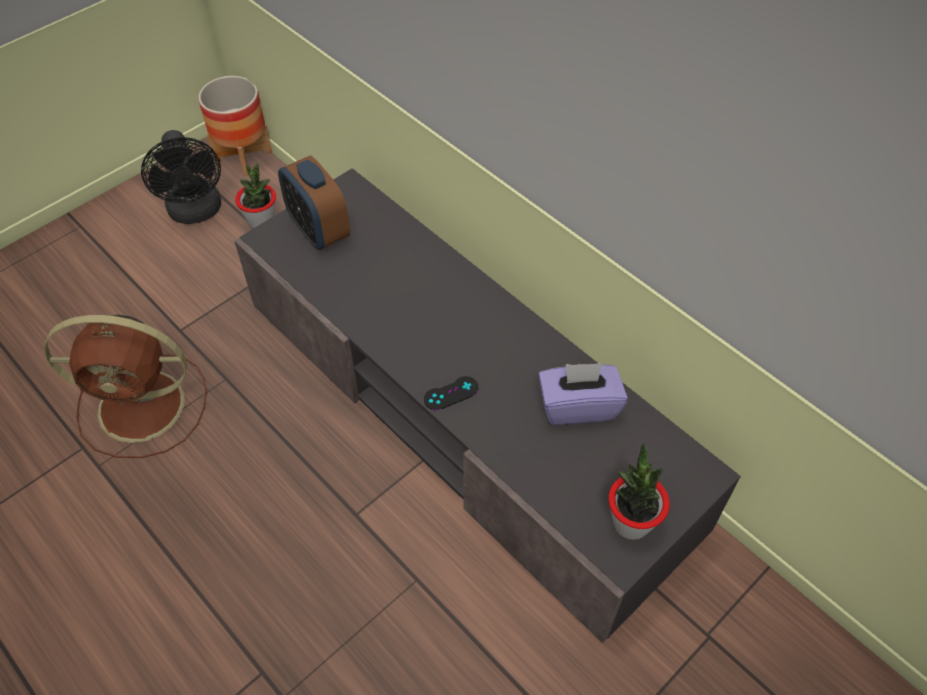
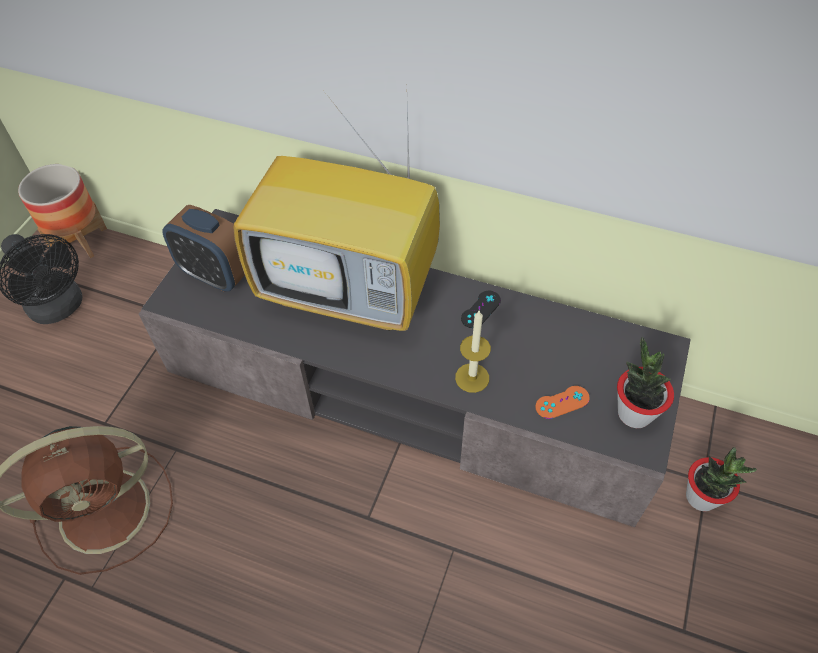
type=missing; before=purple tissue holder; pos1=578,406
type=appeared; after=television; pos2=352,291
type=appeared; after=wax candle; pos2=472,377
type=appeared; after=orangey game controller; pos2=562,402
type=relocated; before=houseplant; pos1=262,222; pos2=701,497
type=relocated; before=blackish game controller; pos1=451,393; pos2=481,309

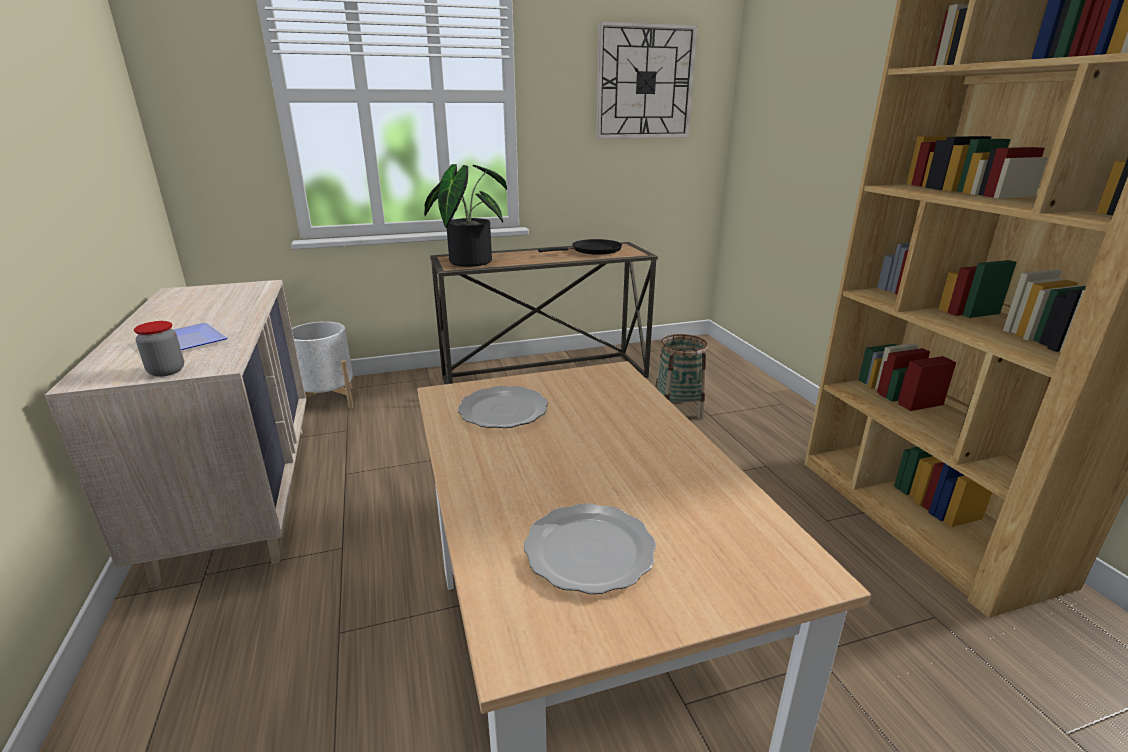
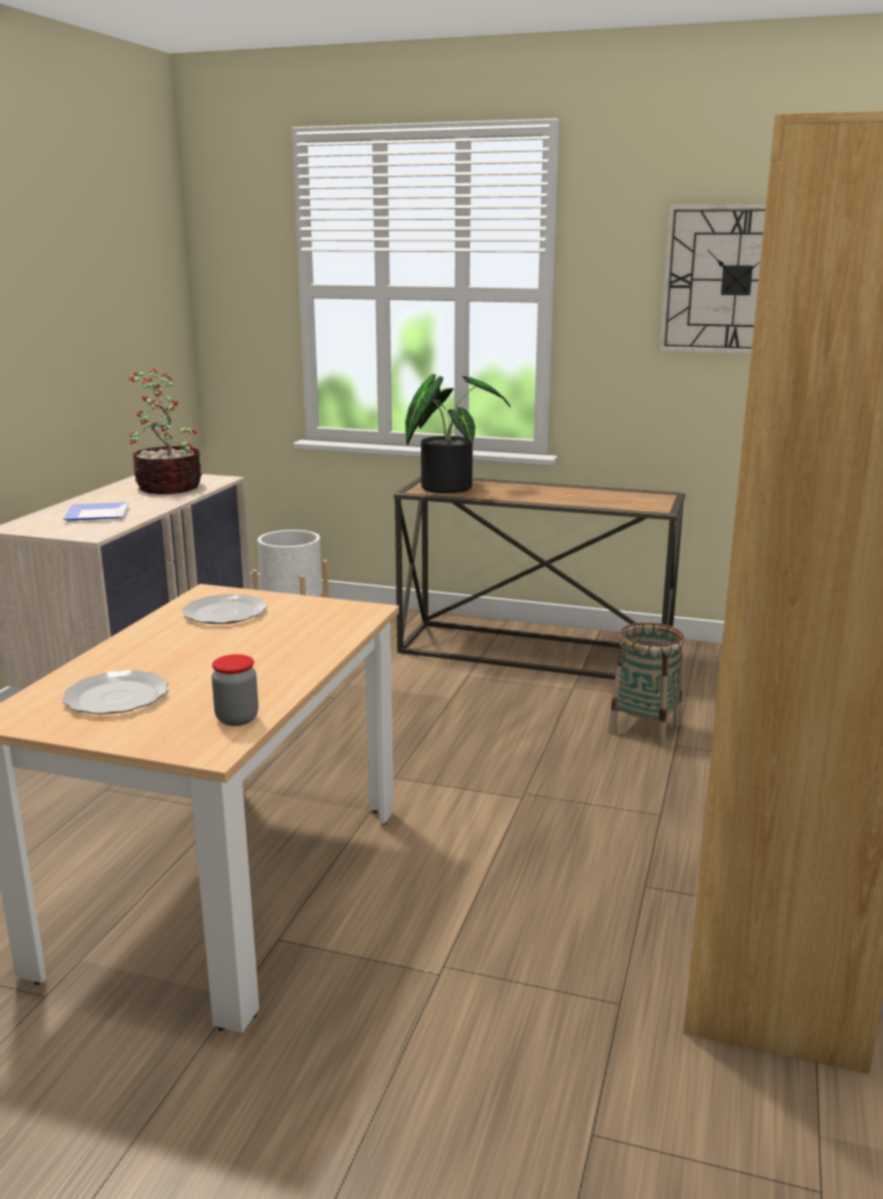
type=missing; before=blackish pan; pos1=593,250
type=appeared; after=houseplant; pos2=167,487
type=relocated; before=storage jar; pos1=166,371; pos2=237,718

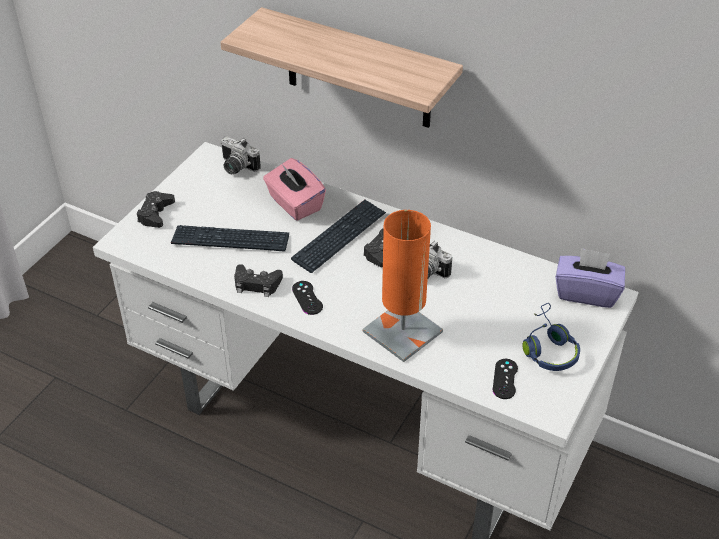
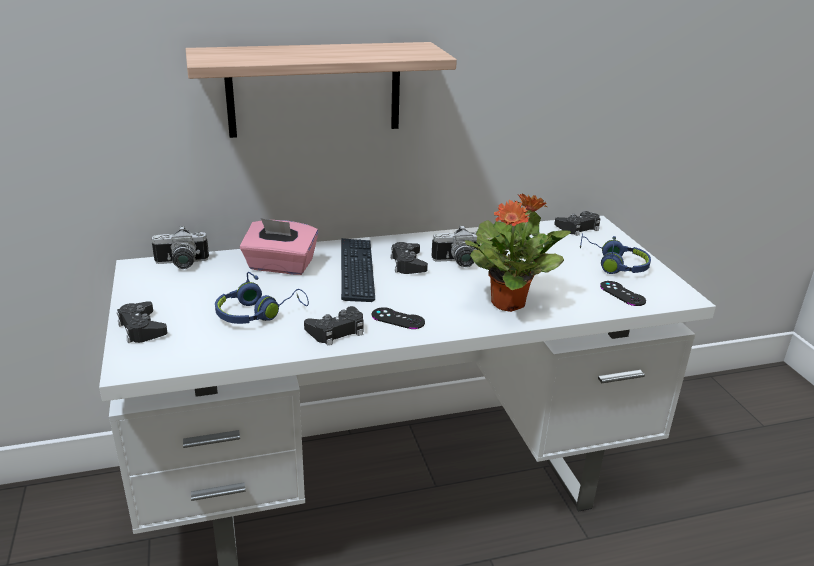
type=exchanged; before=keyboard; after=blue-coloured headphones; pos1=230,240; pos2=258,313
type=exchanged; before=orangey lamp for a table; after=houseplant; pos1=402,332; pos2=509,303
type=exchanged; before=purple tissue holder; after=blackish game controller; pos1=586,292; pos2=578,227

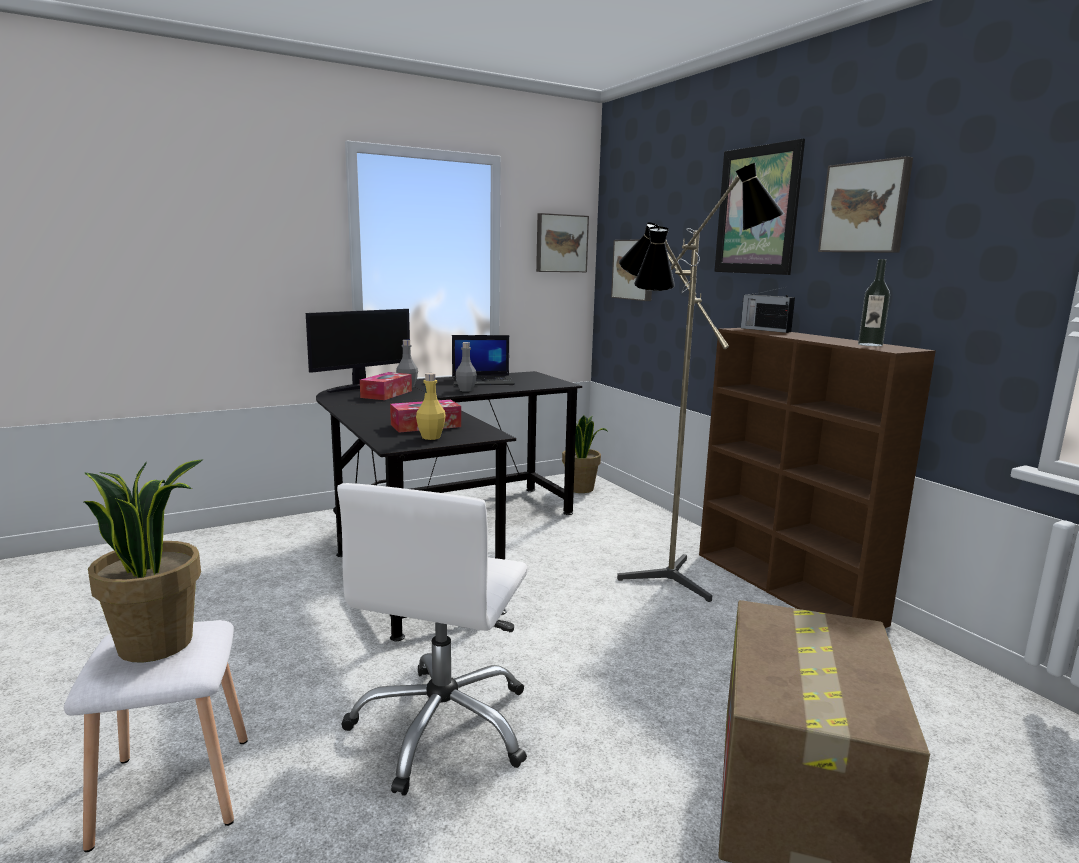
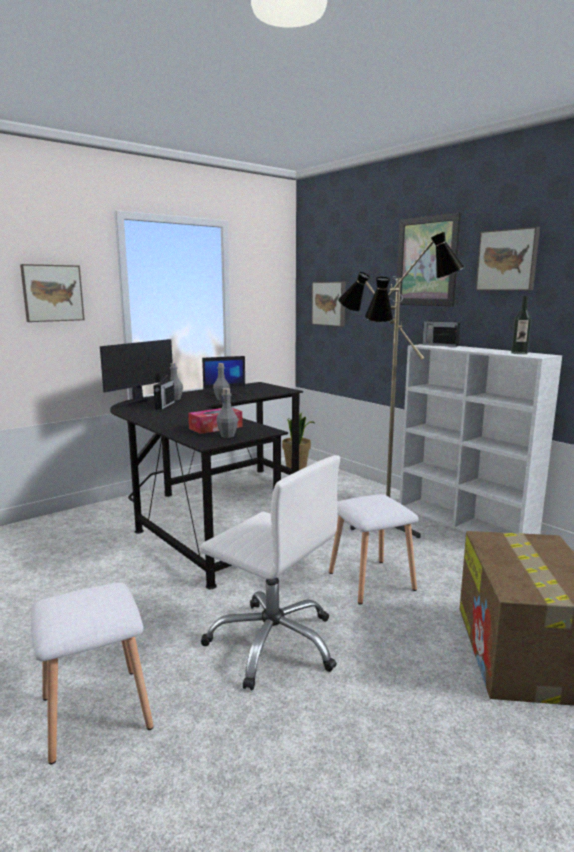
type=missing; before=houseplant; pos1=157,643
type=appeared; after=whitish stool; pos2=370,581
type=relocated; before=wall picture; pos1=561,243; pos2=52,293
type=exchanged; before=tissue holder; after=radio; pos1=386,394; pos2=164,405
type=colour; before=yellowish drink bottle; after=grey drink bottle; pos1=431,437; pos2=227,436
type=colour; before=brownish shelving unit; after=whitish shelving unit; pos1=787,587; pos2=465,523
type=spun; before=whitish desk chair; pos1=443,726; pos2=273,642; turn=-60

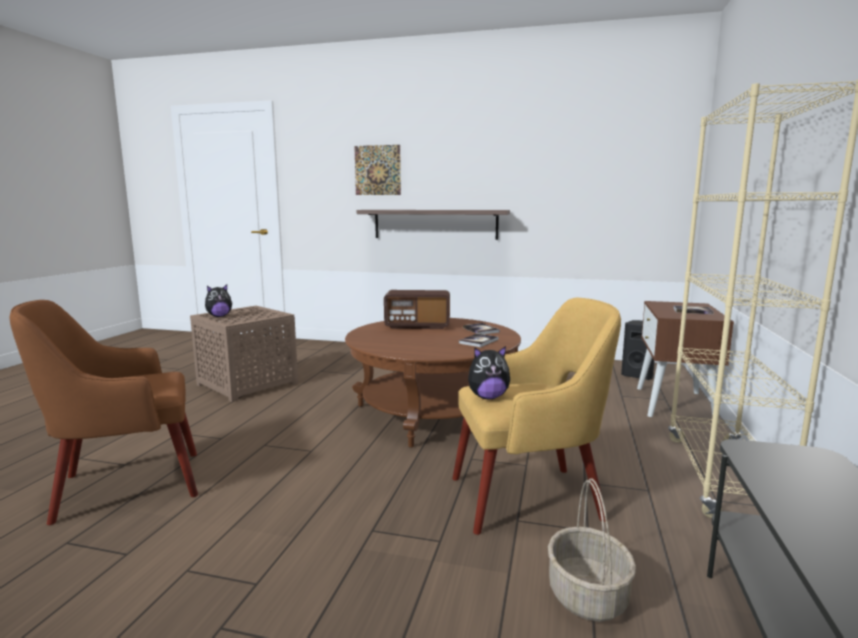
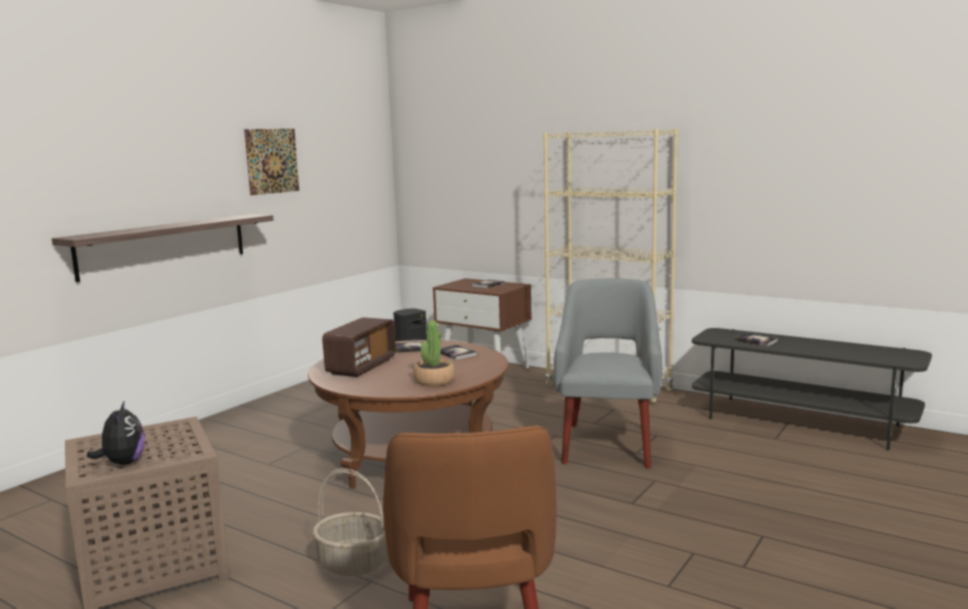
type=missing; before=cuddly toy; pos1=488,397
type=appeared; after=houseplant; pos2=434,381
type=appeared; after=book; pos2=755,341
type=relocated; before=wall picture; pos1=377,170; pos2=272,161
type=relocated; before=storage basket; pos1=588,596; pos2=354,563
type=colour; before=yellowish armchair; after=grey armchair; pos1=530,498; pos2=608,443

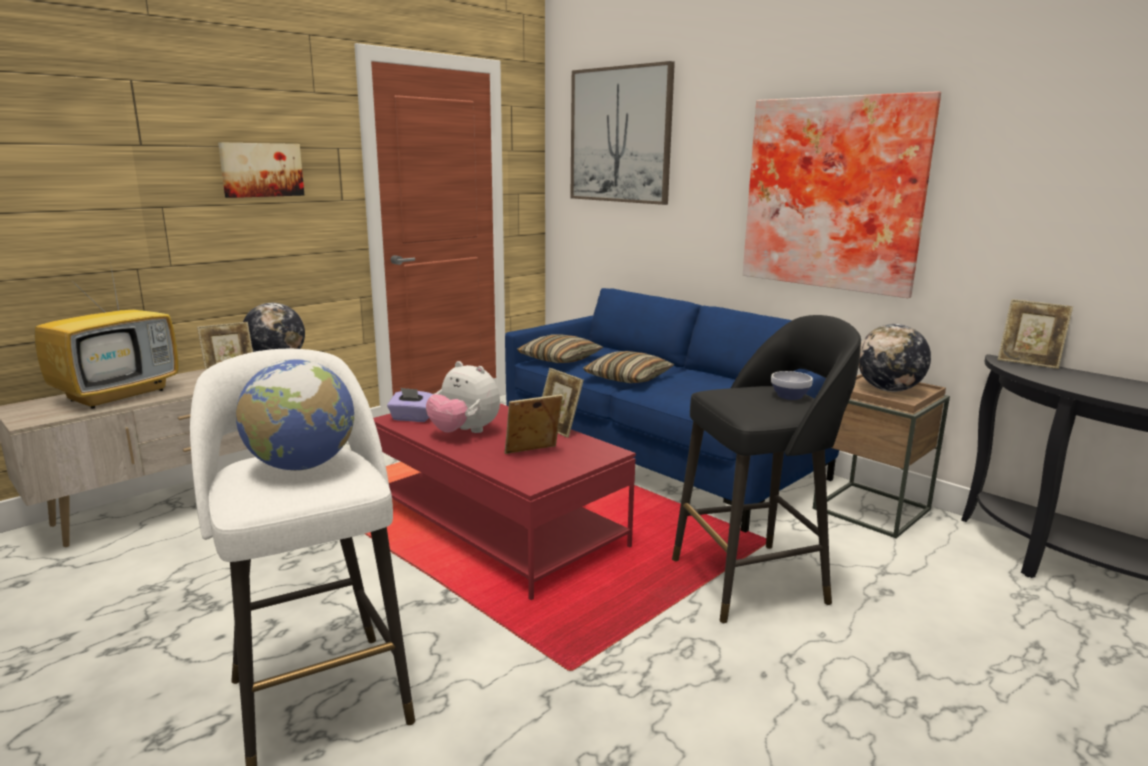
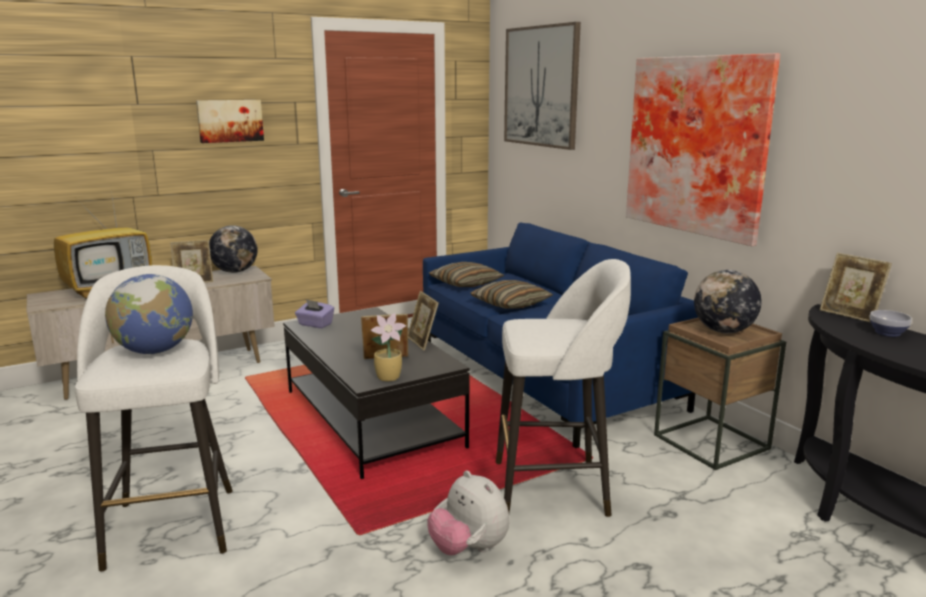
type=appeared; after=houseplant; pos2=389,378
type=relocated; before=cuddly toy; pos1=464,432; pos2=468,549
type=relocated; before=deep dish; pos1=790,396; pos2=888,333
type=colour; before=reddish lounge table; after=blackish lounge table; pos1=497,525; pos2=372,419
type=colour; before=blackish stool; after=whitish stool; pos1=753,580; pos2=554,488

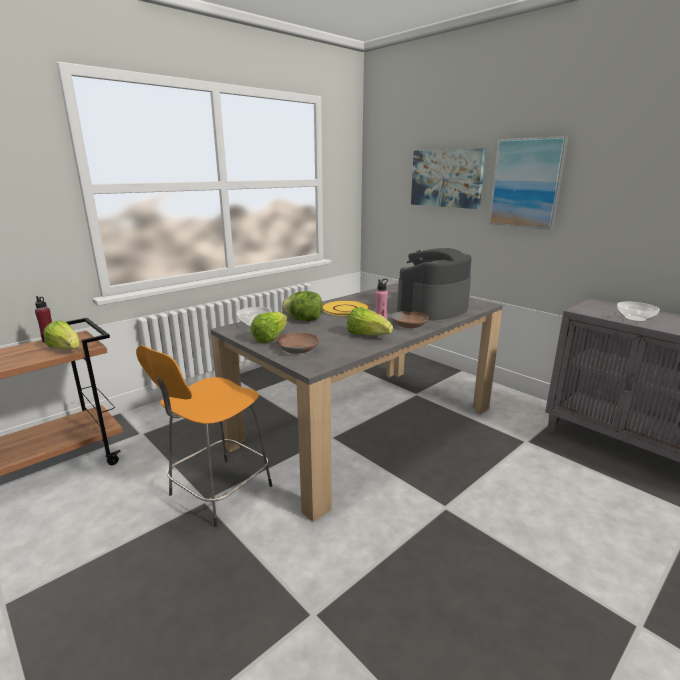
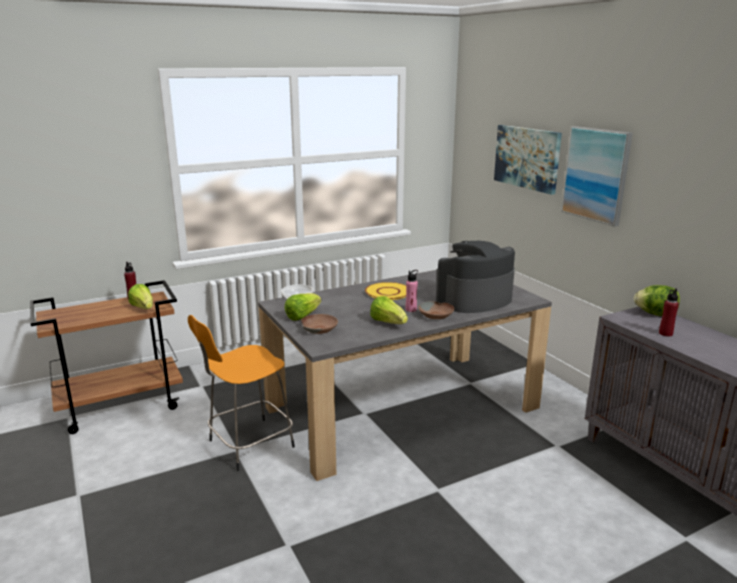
type=relocated; before=lettuce head; pos1=304,320; pos2=655,314
type=exchanged; before=deep dish; after=reddish drink bottle; pos1=635,319; pos2=665,333

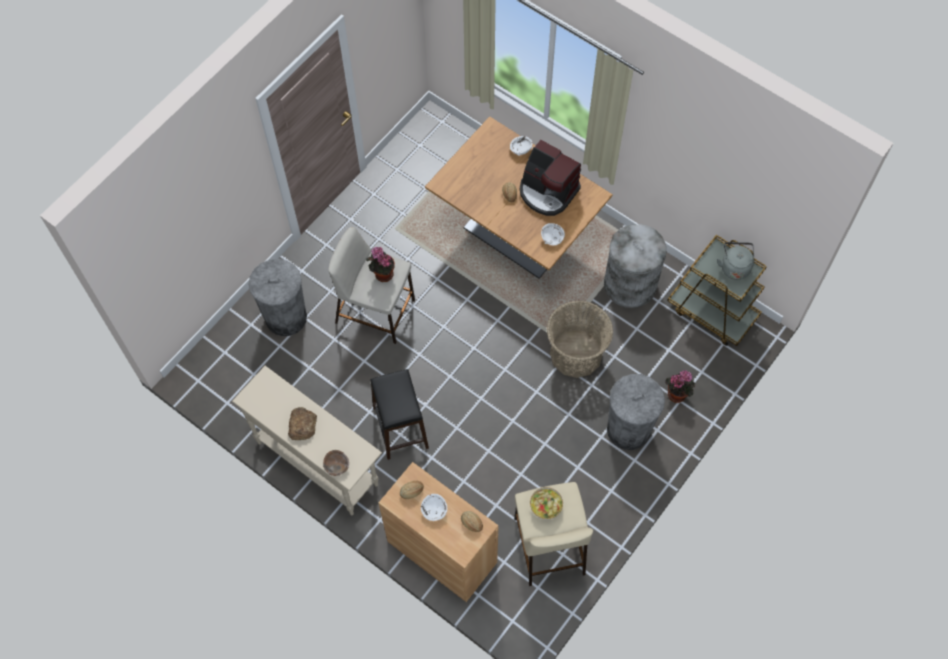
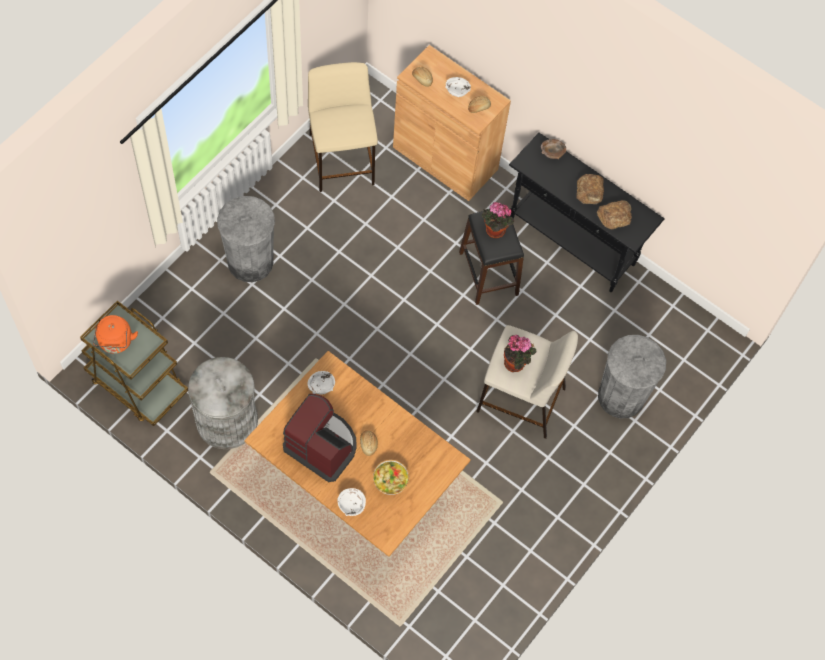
type=missing; before=storage basket; pos1=576,353
type=appeared; after=baked bread; pos2=614,216
type=relocated; before=deep dish; pos1=545,506; pos2=390,480
type=relocated; before=houseplant; pos1=678,393; pos2=494,231
type=colour; before=beige narrow table; after=blackish narrow table; pos1=317,463; pos2=572,243
type=colour; before=grey tea kettle; after=orangey tea kettle; pos1=734,266; pos2=116,343

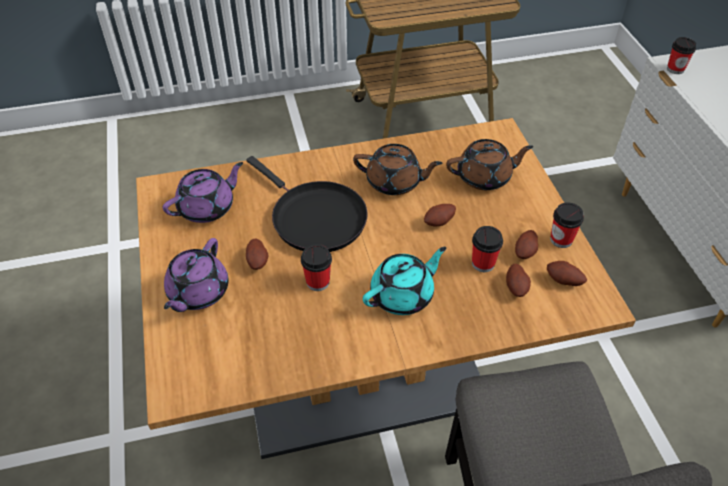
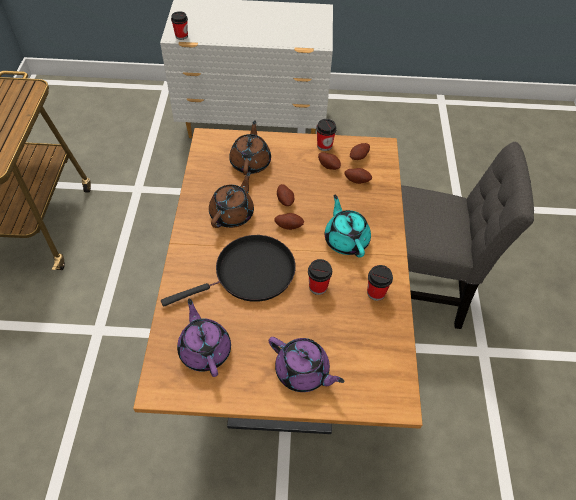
type=relocated; before=whole potato; pos1=258,261; pos2=289,225
type=relocated; before=small cup; pos1=483,263; pos2=376,292

